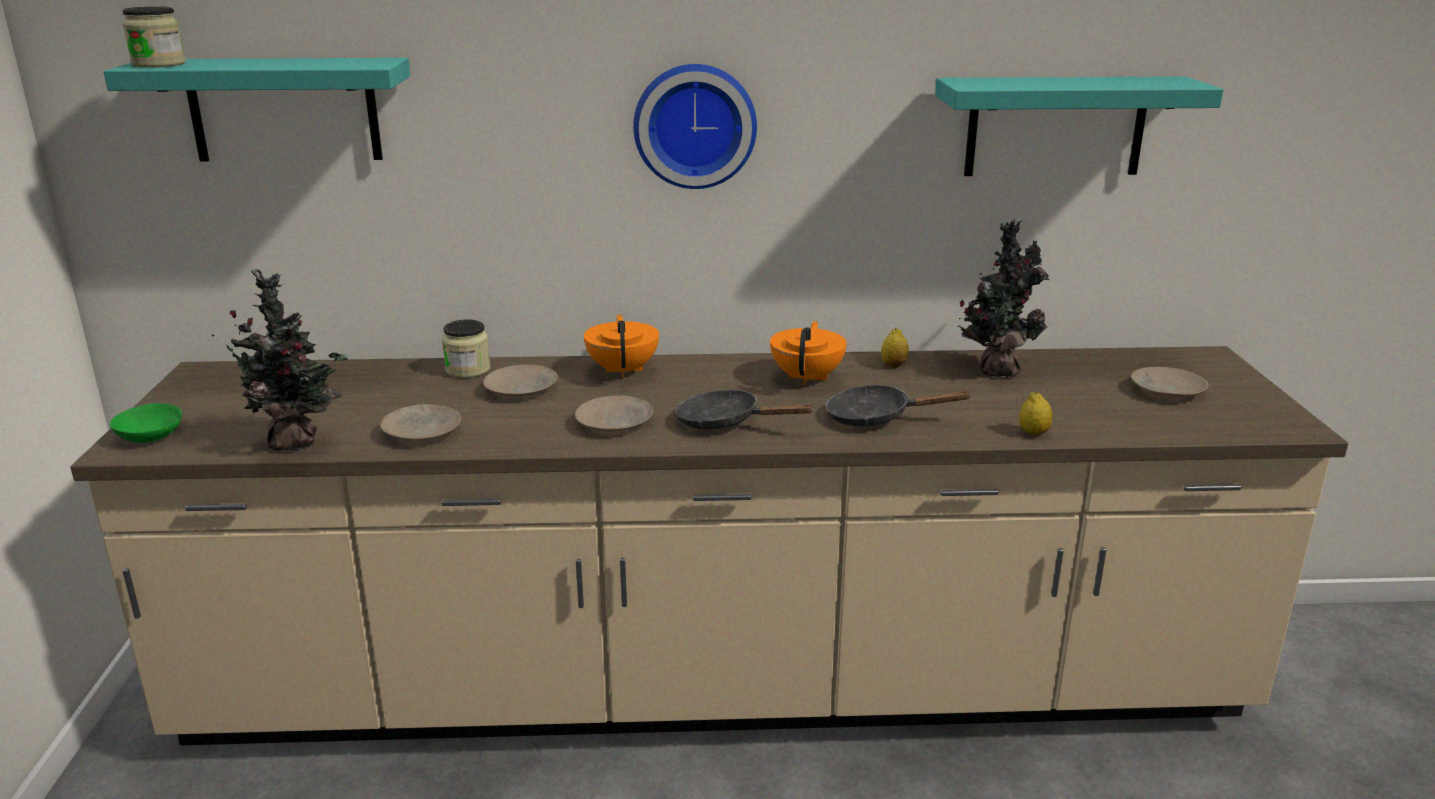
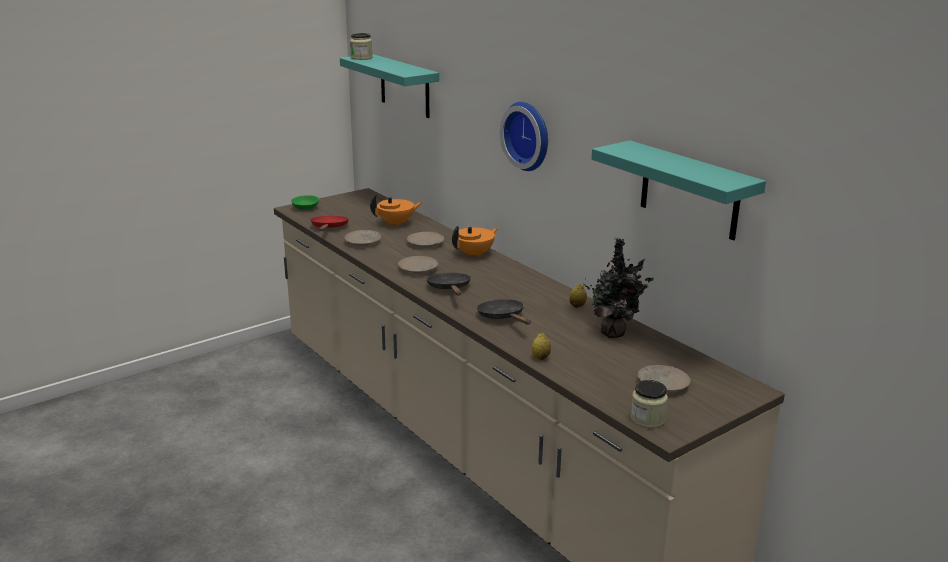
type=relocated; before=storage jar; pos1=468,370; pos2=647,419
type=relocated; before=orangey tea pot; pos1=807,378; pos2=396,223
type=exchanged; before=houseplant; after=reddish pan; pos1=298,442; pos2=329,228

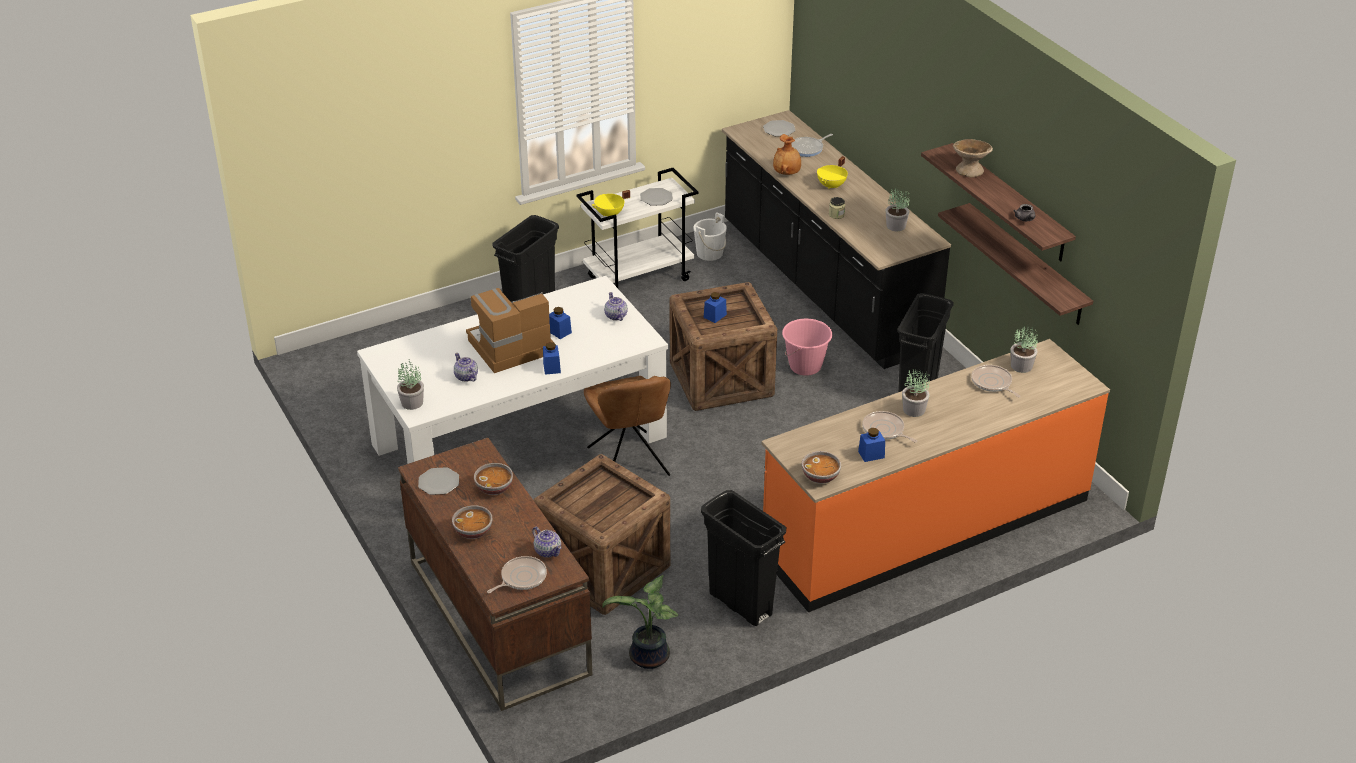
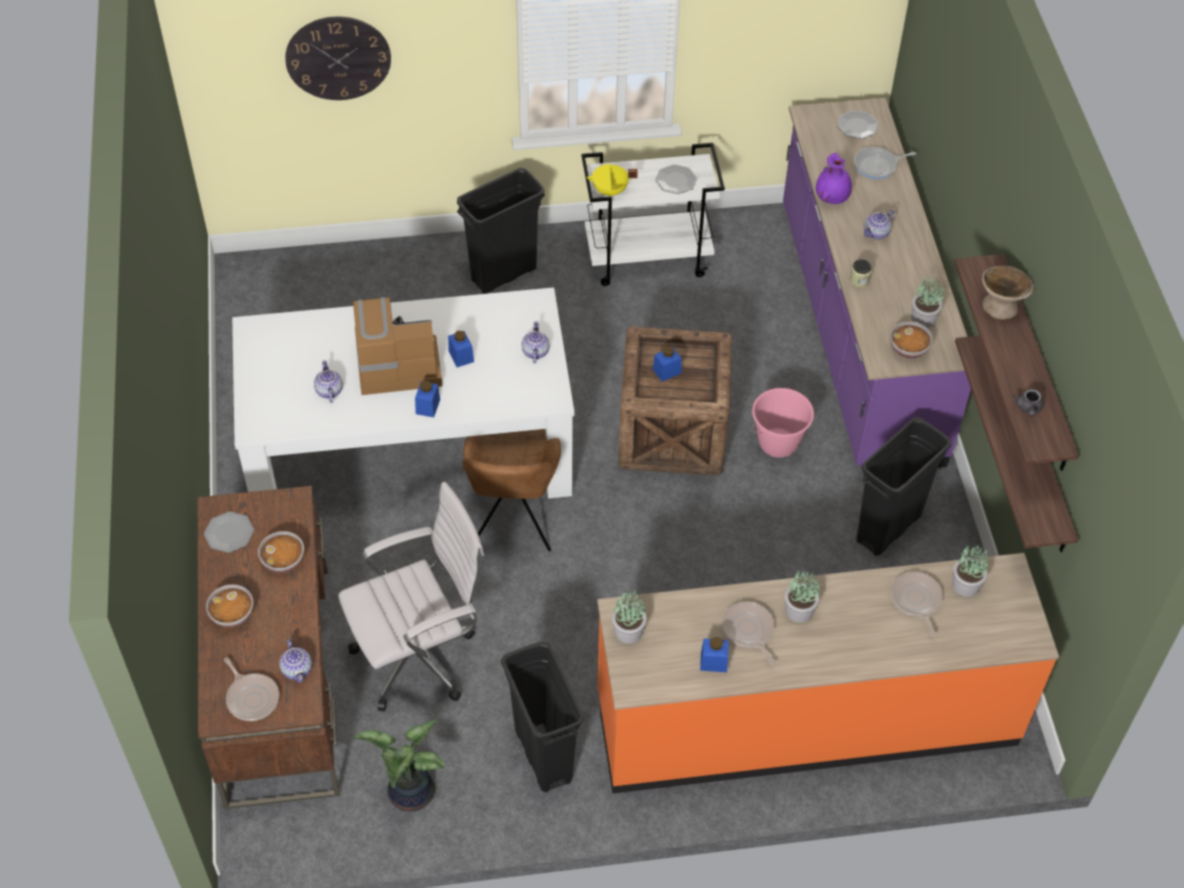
type=missing; before=whitish bucket; pos1=709,253
type=appeared; after=clock on the wall; pos2=338,58
type=relocated; before=houseplant; pos1=411,402; pos2=628,631
type=relocated; before=deep dish; pos1=820,476; pos2=909,349
type=exchanged; before=shipping crate; after=whitish desk chair; pos1=606,569; pos2=420,657
type=exchanged; before=yellowish stockpot; after=tea pot; pos1=832,186; pos2=877,233
type=colour; before=blackish kitchen base unit; after=purple kitchen base unit; pos1=824,287; pos2=857,333
type=colour; before=brownish decorative vase; after=purple decorative vase; pos1=787,173; pos2=832,198
type=spun; before=pan; pos1=521,578; pos2=252,697; turn=75

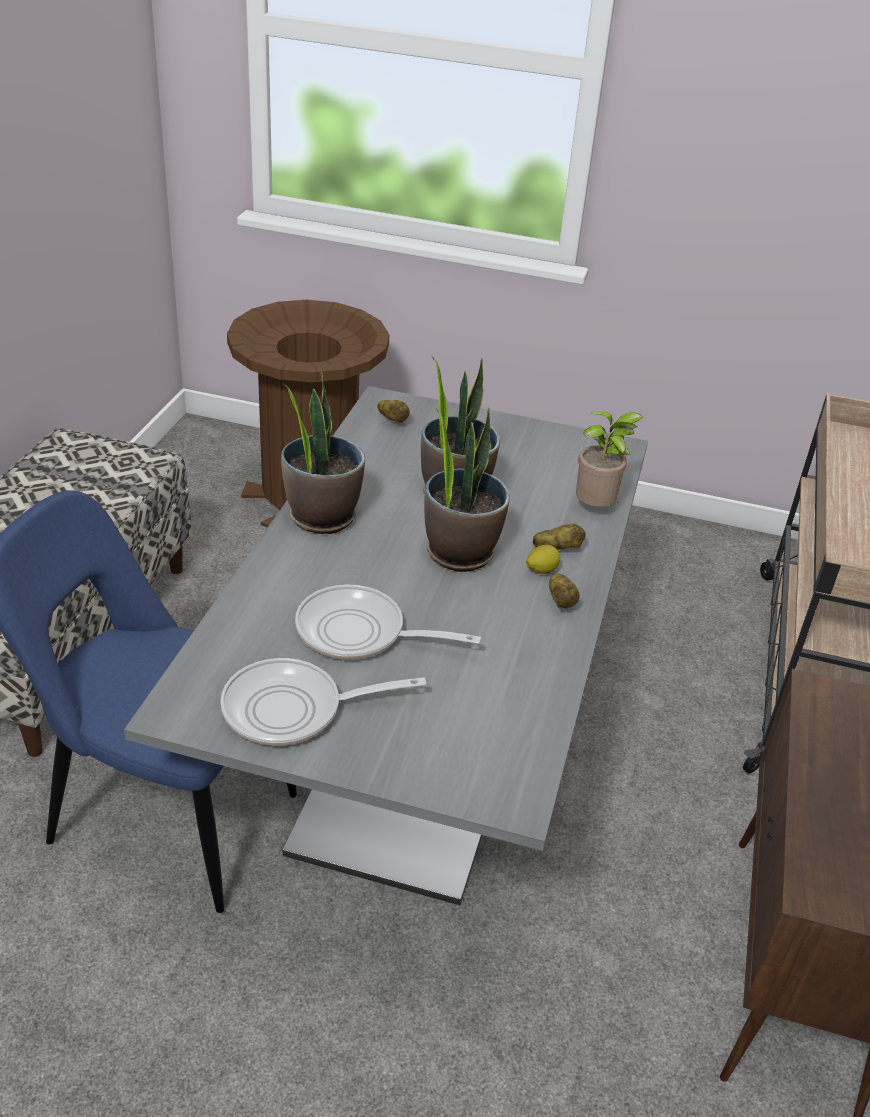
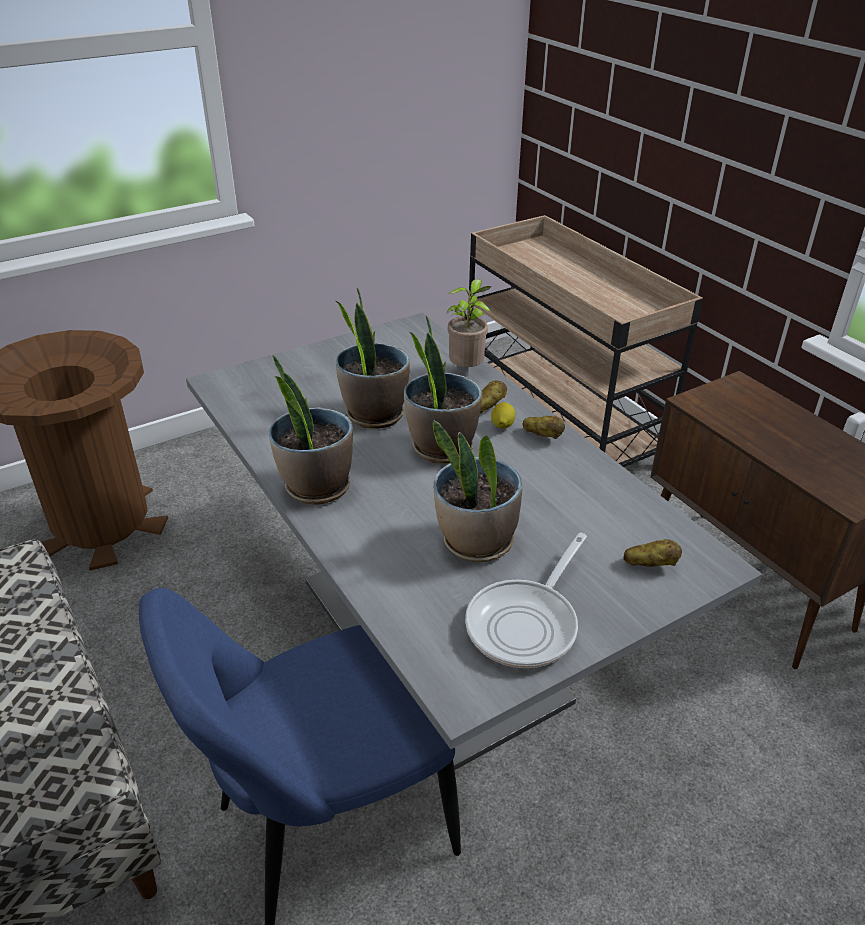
type=relocated; before=whole potato; pos1=393,420; pos2=650,564
type=exchanged; before=pan; after=houseplant; pos1=359,633; pos2=476,542

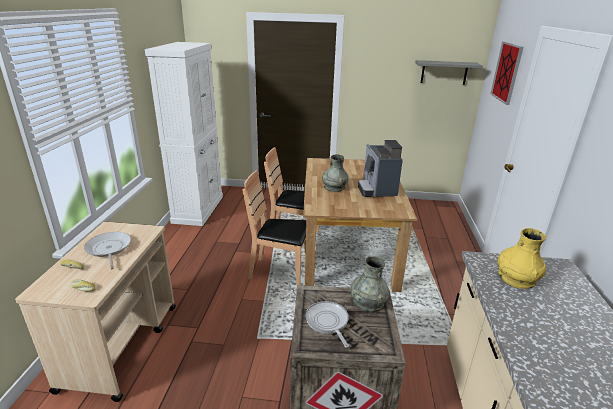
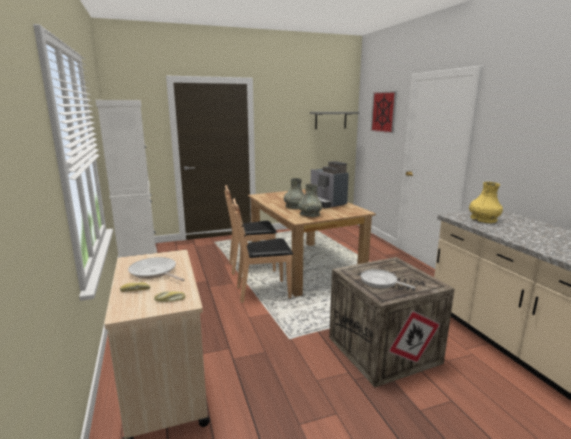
type=relocated; before=grey decorative vase; pos1=368,302; pos2=310,215

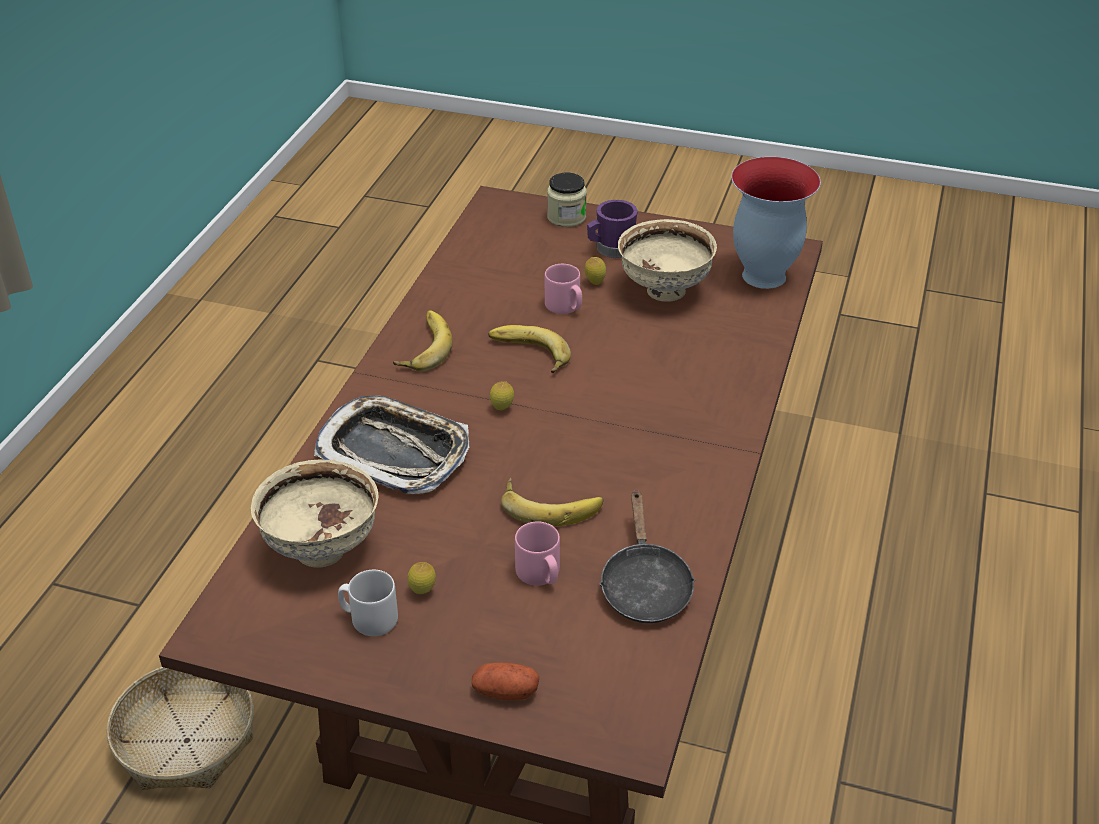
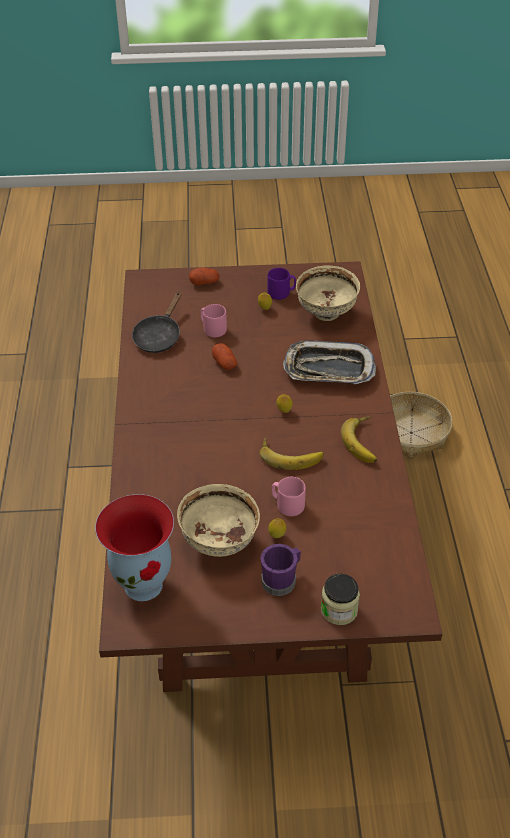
type=exchanged; before=banana; after=whole potato; pos1=551,504; pos2=224,363
type=colour; before=grey coffee mug; after=purple coffee mug; pos1=369,618; pos2=281,293
type=spun; before=blackish pan; pos1=644,586; pos2=159,336; turn=-135

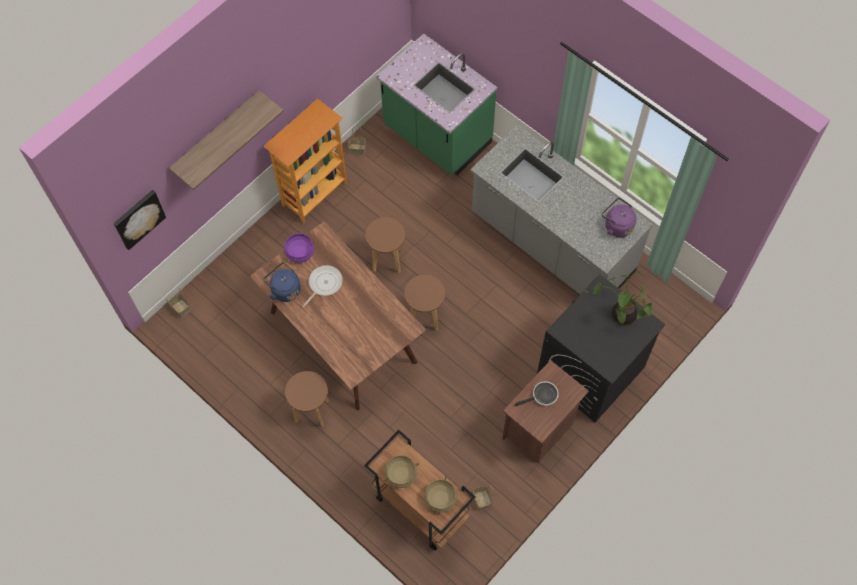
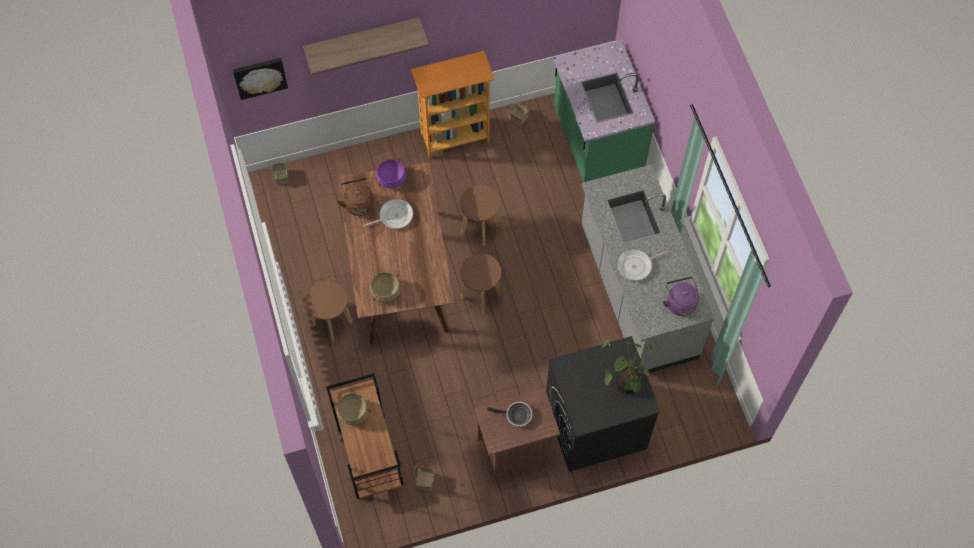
type=appeared; after=pan; pos2=636,266
type=relocated; before=beige stockpot; pos1=440,498; pos2=386,291
type=colour; before=blue-coloured tea kettle; after=brownish tea kettle; pos1=284,289; pos2=358,203

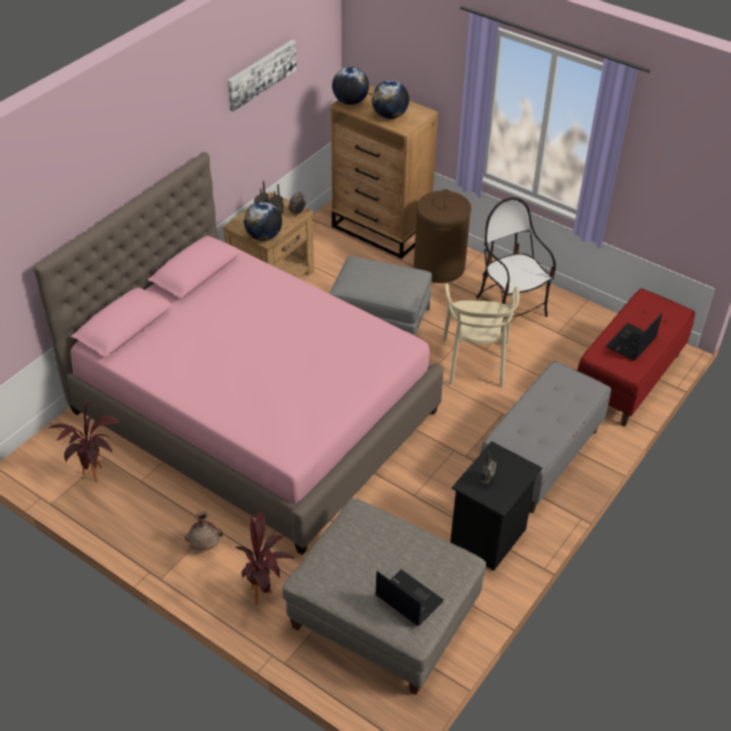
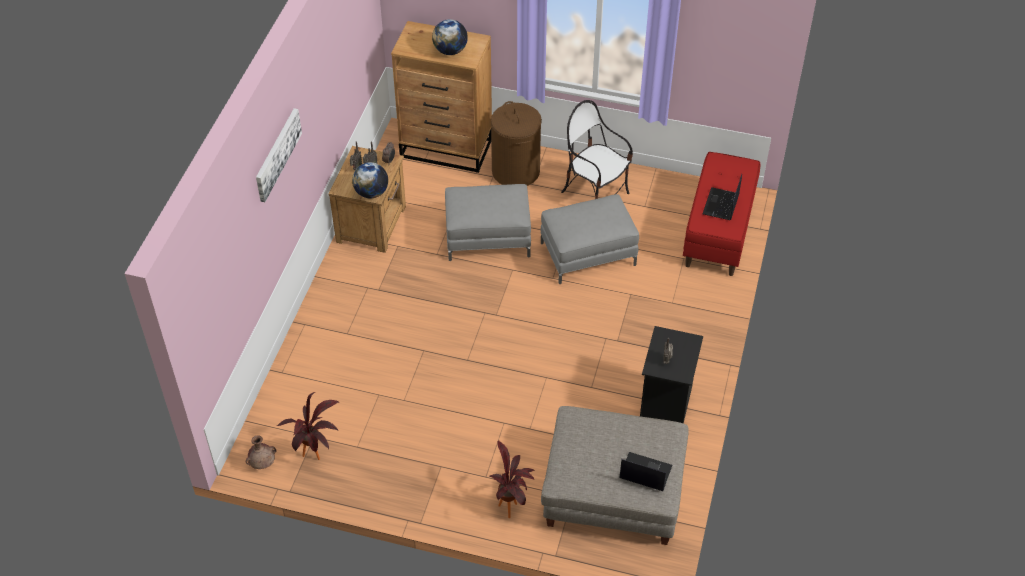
type=missing; before=pink sleeping bed; pos1=255,411
type=missing; before=world globe; pos1=350,102
type=missing; before=grey long seat; pos1=540,458
type=relocated; before=brownish decorative vase; pos1=205,545; pos2=263,463
type=relocated; before=wall picture; pos1=261,74; pos2=277,154
type=exchanged; before=beige upright chair; after=grey footrest; pos1=475,362; pos2=588,254

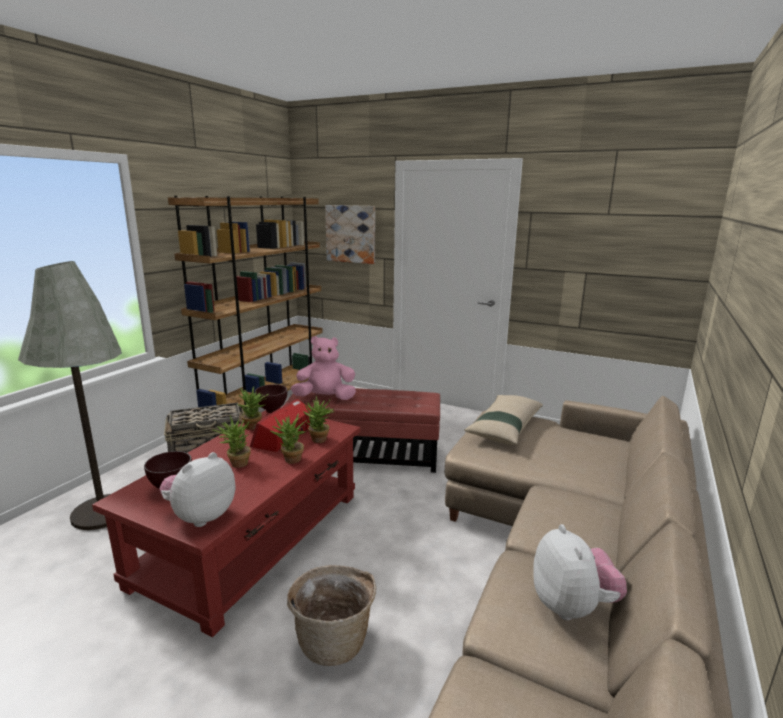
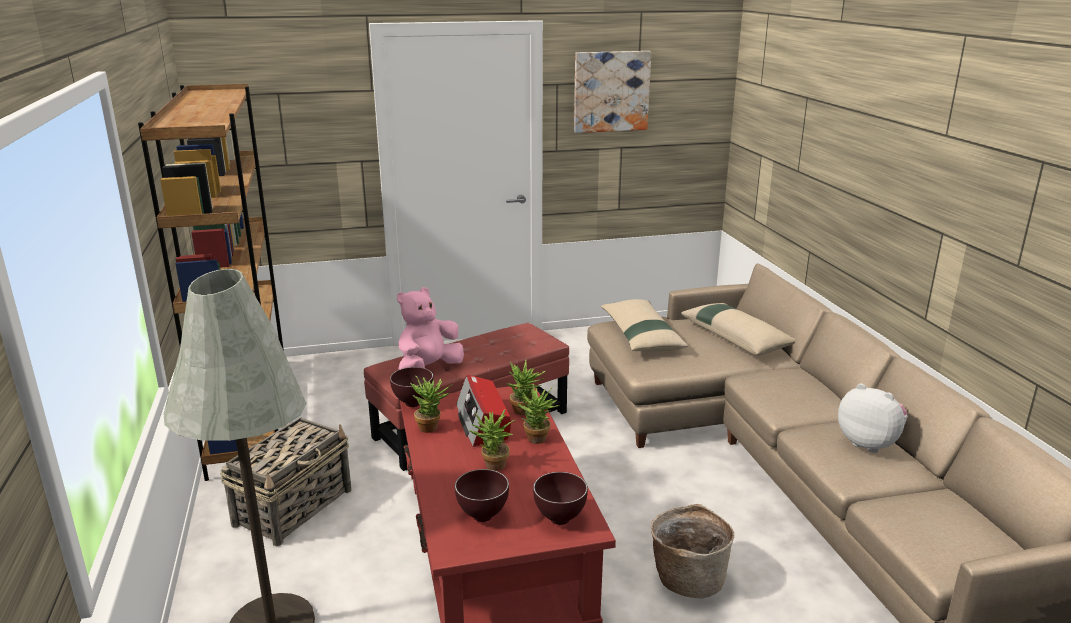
type=appeared; after=beige cushion; pos2=737,337
type=relocated; before=wall picture; pos1=351,234; pos2=611,91
type=exchanged; before=cuddly toy; after=brownish deep dish; pos1=201,516; pos2=560,520

